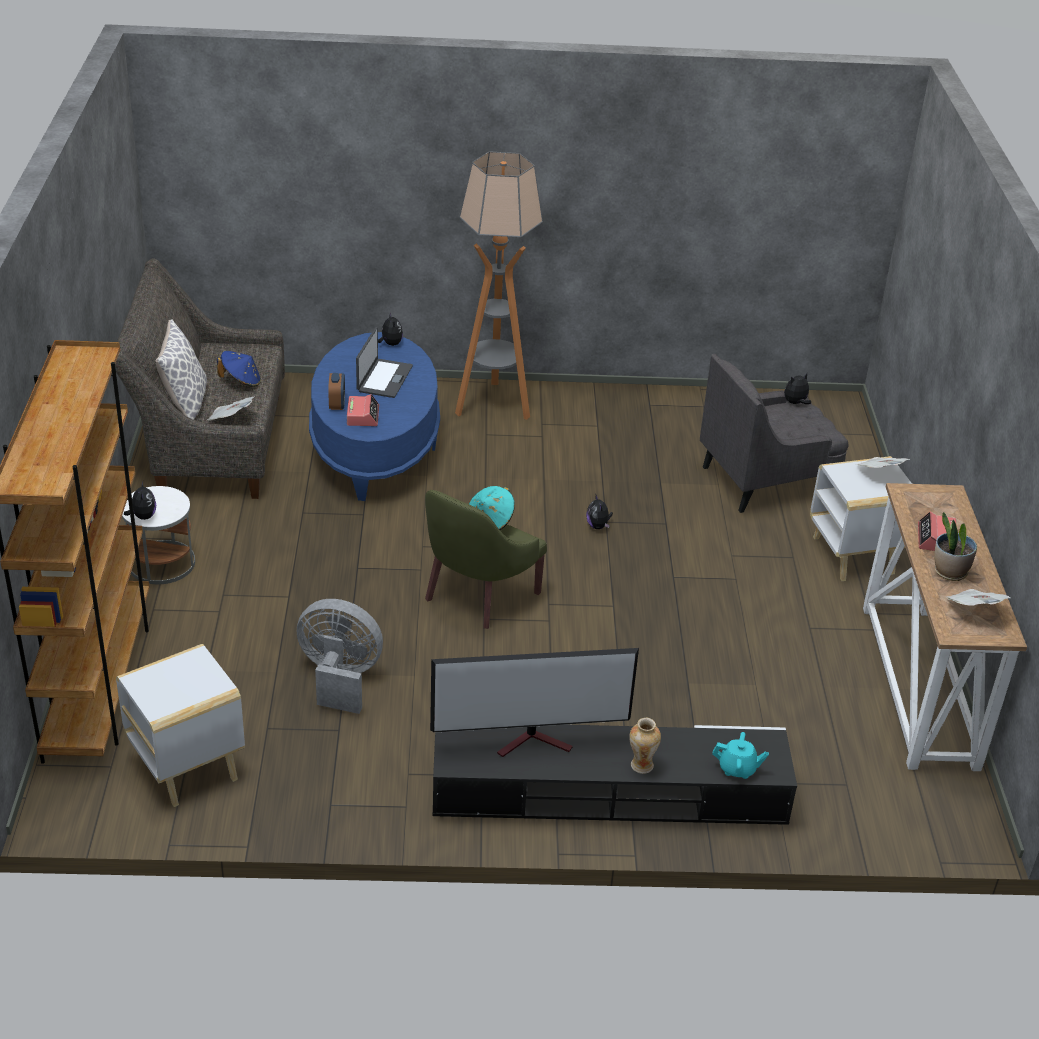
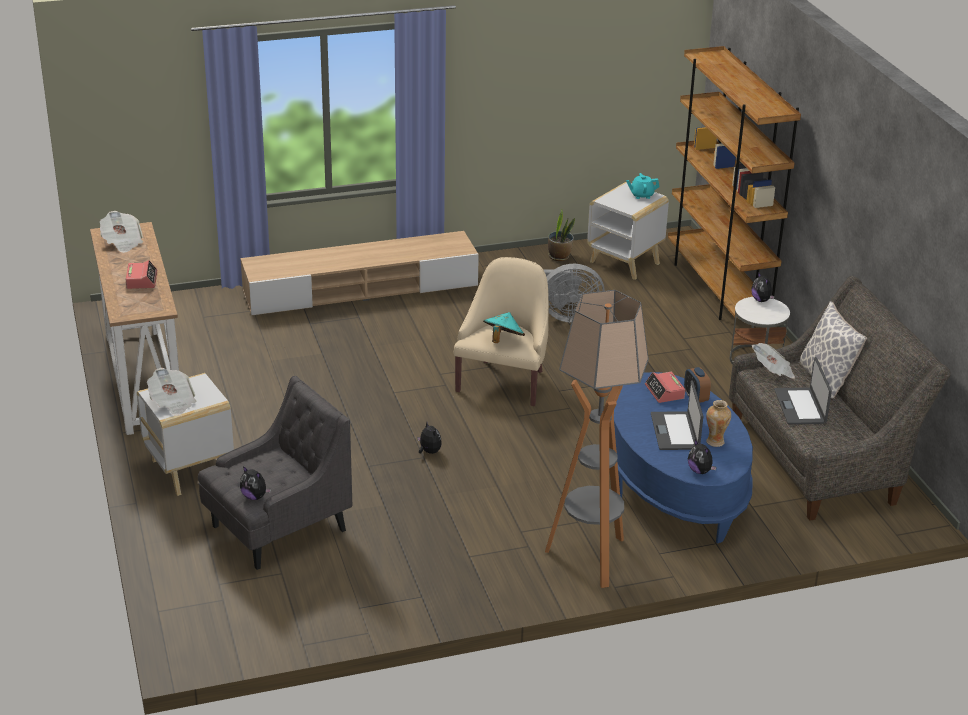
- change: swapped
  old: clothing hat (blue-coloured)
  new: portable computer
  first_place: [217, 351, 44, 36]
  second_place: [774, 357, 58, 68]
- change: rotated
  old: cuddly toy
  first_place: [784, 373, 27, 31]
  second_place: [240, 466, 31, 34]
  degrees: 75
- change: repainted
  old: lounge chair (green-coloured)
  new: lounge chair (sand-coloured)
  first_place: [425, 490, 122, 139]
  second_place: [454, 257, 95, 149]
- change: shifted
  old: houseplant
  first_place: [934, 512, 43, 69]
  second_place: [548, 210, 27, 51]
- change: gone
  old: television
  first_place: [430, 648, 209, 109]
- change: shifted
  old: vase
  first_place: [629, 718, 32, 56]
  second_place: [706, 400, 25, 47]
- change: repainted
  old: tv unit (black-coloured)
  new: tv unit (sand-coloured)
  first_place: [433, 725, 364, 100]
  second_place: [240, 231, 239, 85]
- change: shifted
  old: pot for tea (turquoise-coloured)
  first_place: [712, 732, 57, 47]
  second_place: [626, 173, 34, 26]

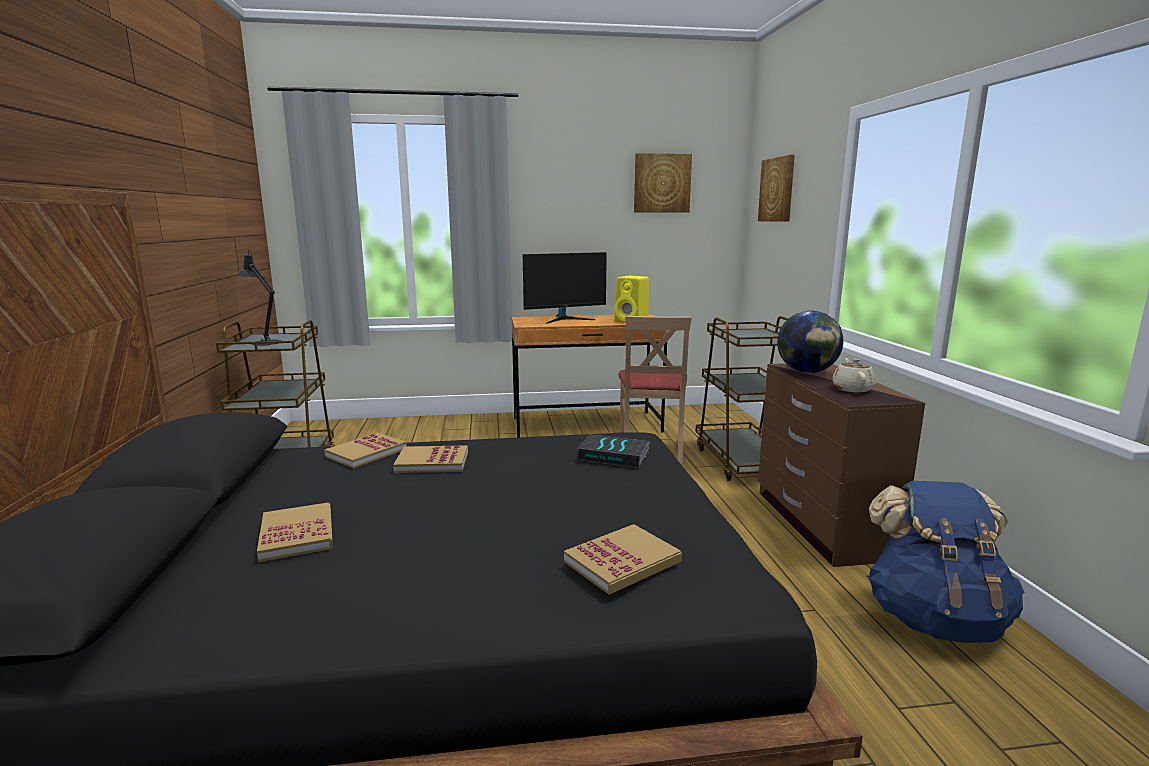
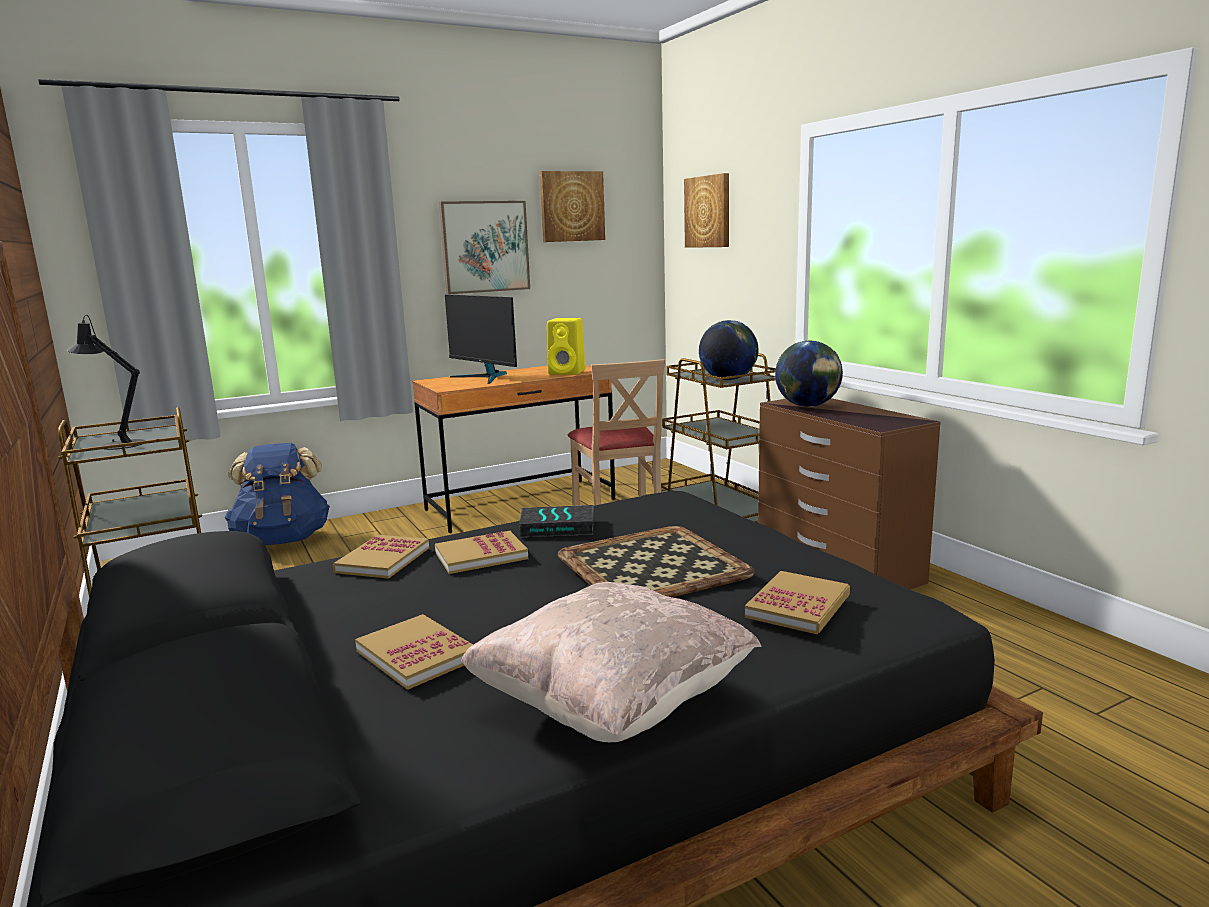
- change: rotated
  old: computer display
  first_place: [523, 252, 84, 72]
  second_place: [445, 294, 72, 90]
  degrees: 90
- change: gone
  old: pot for tea (sand-coloured)
  first_place: [832, 358, 44, 35]
- change: shifted
  old: bound book
  first_place: [578, 434, 73, 34]
  second_place: [519, 505, 75, 32]
- change: shifted
  old: knapsack (blue-coloured)
  first_place: [867, 481, 157, 162]
  second_place: [225, 443, 105, 102]
- change: new
  new: wall art
  second_place: [439, 201, 91, 93]
- change: new
  new: globe
  second_place: [699, 320, 59, 60]
- change: new
  new: serving tray
  second_place: [558, 526, 197, 71]
- change: new
  new: throw pillow (sand-coloured)
  second_place: [461, 582, 300, 160]

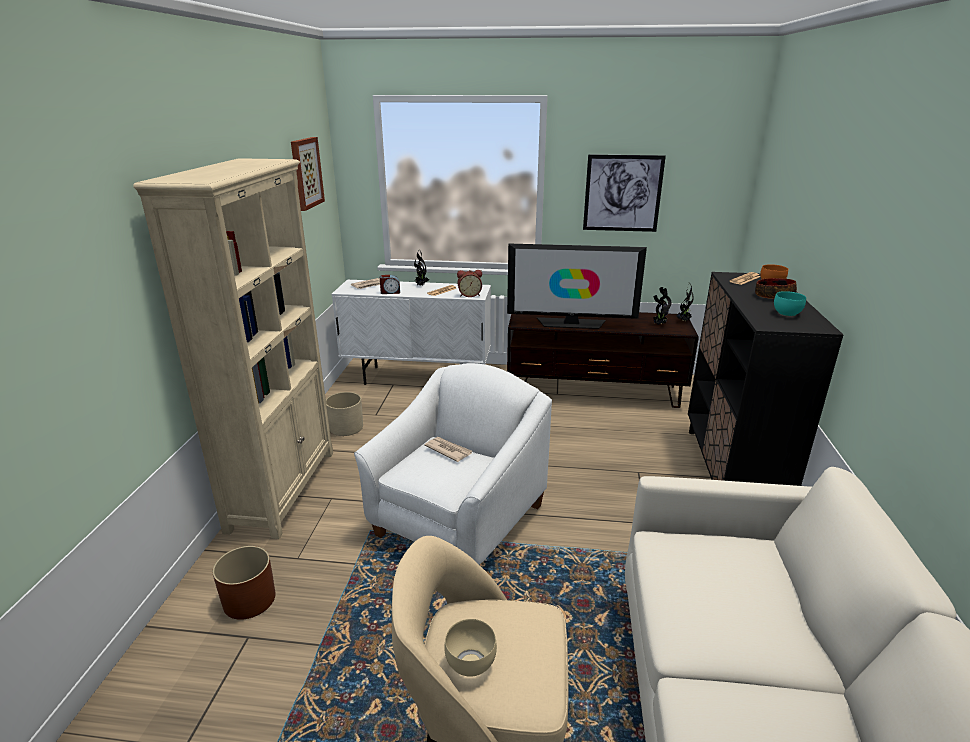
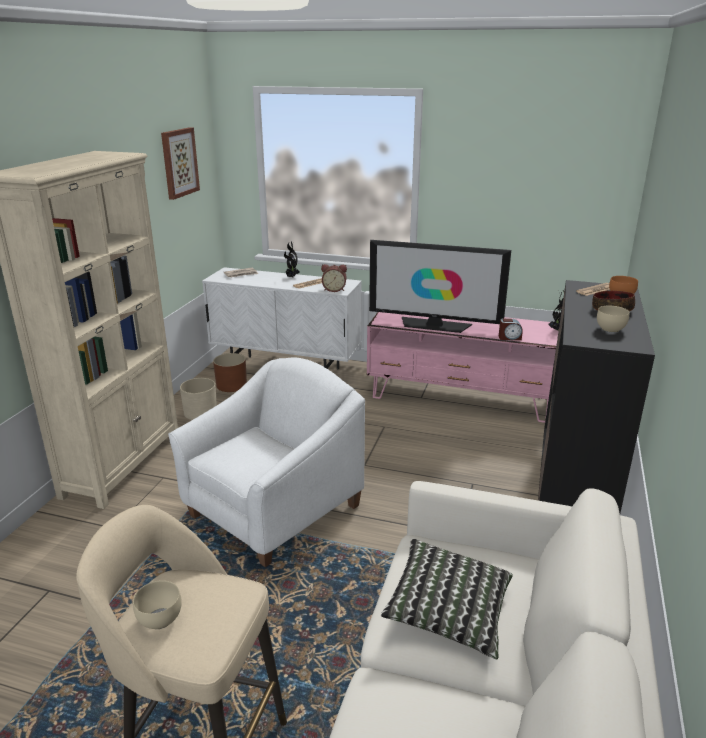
- change: gone
  old: wall art
  first_place: [583, 154, 83, 78]
- change: shifted
  old: table clock
  first_place: [380, 275, 20, 19]
  second_place: [499, 319, 24, 21]
- change: gone
  old: houseplant
  first_place: [653, 287, 19, 38]
- change: repainted
  old: deep dish (turquoise-coloured)
  new: deep dish (sand-coloured)
  first_place: [774, 291, 32, 26]
  second_place: [597, 306, 32, 26]
- change: repainted
  old: tv unit (brownish)
  new: tv unit (pink-coloured)
  first_place: [507, 312, 192, 96]
  second_place: [367, 312, 192, 111]
- change: gone
  old: daily paper
  first_place: [424, 437, 48, 25]
- change: shifted
  old: planter (brownish)
  first_place: [213, 546, 62, 74]
  second_place: [213, 353, 34, 39]
- change: new
  new: throw pillow
  second_place: [381, 539, 132, 120]

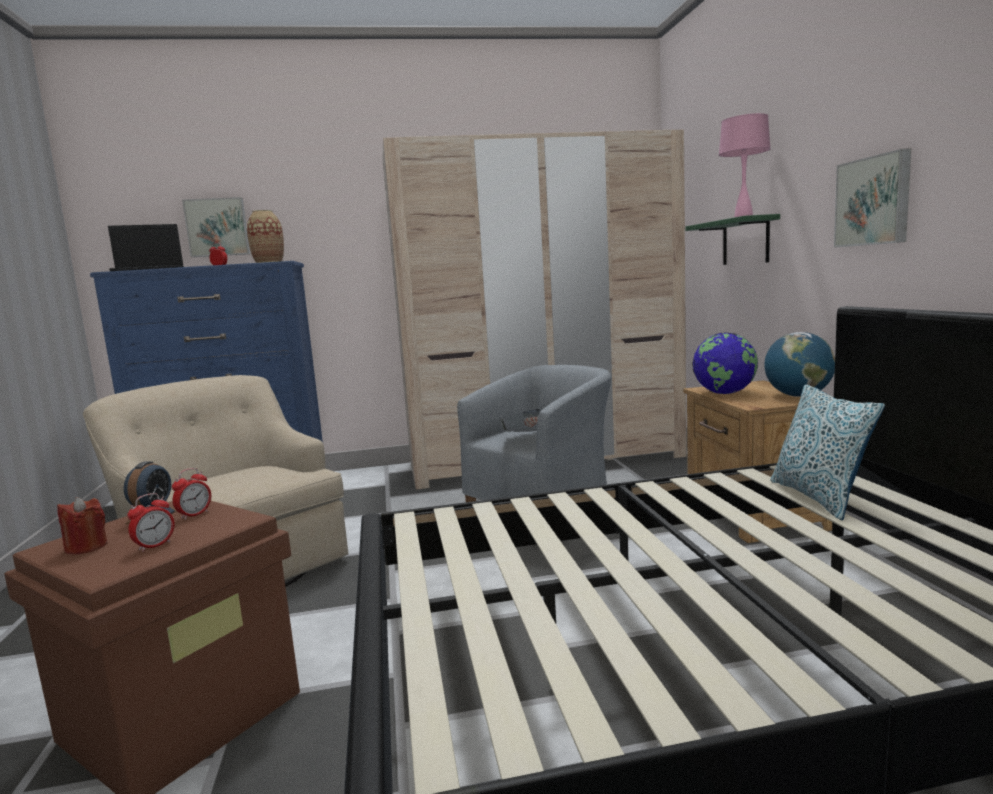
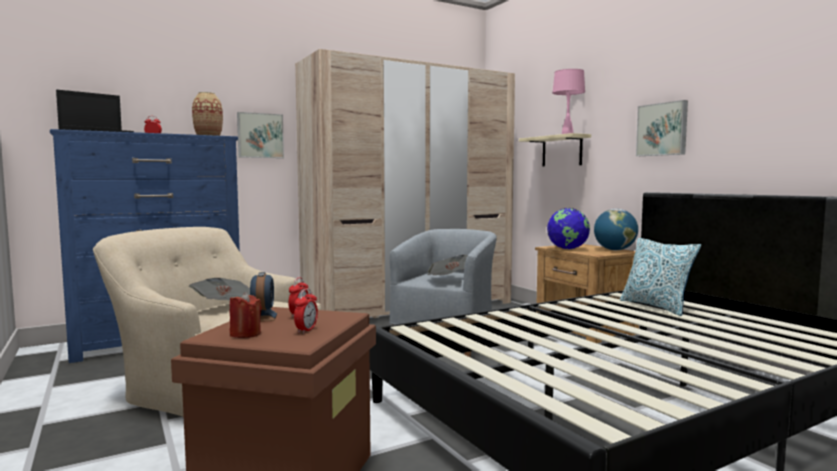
- change: shifted
  old: wall art
  first_place: [182, 197, 68, 60]
  second_place: [237, 112, 47, 46]
- change: repainted
  old: wall shelf (green-coloured)
  new: wall shelf (sand-coloured)
  first_place: [685, 214, 95, 51]
  second_place: [519, 133, 72, 33]
- change: new
  new: daily paper
  second_place: [189, 278, 61, 22]

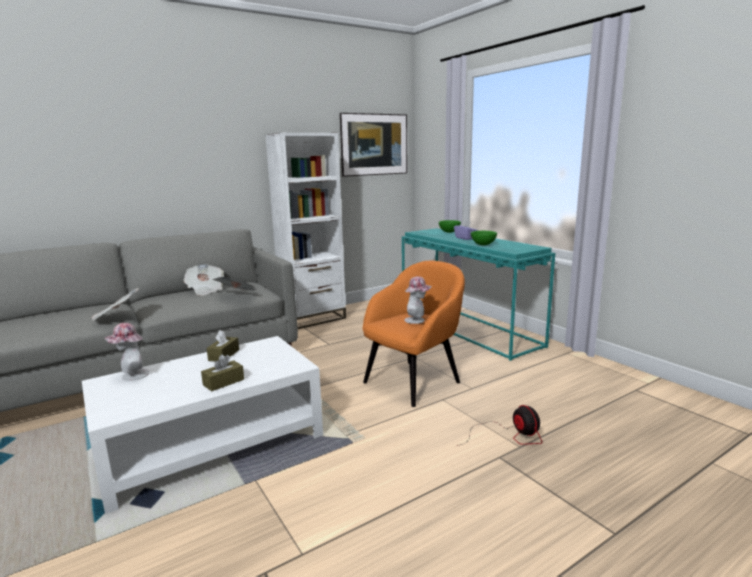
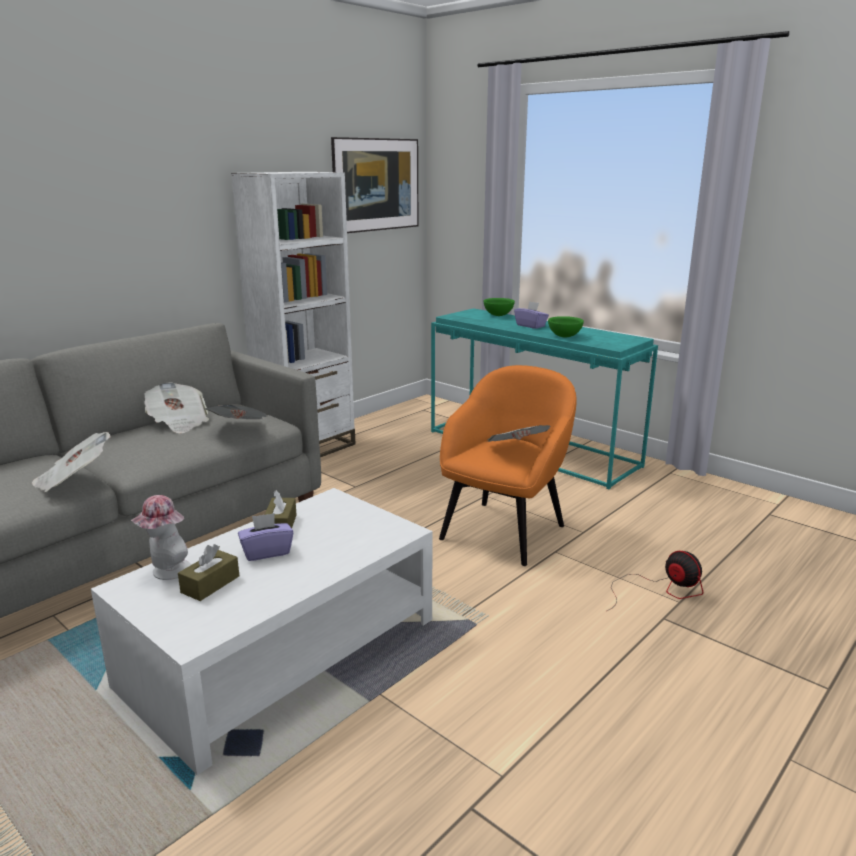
- change: swapped
  old: clothing hat
  new: daily paper
  first_place: [405, 276, 27, 48]
  second_place: [486, 425, 64, 17]
- change: shifted
  old: tissue box (brownish)
  first_place: [201, 355, 43, 36]
  second_place: [178, 544, 61, 57]
- change: new
  new: tissue box (purple)
  second_place: [238, 513, 55, 48]

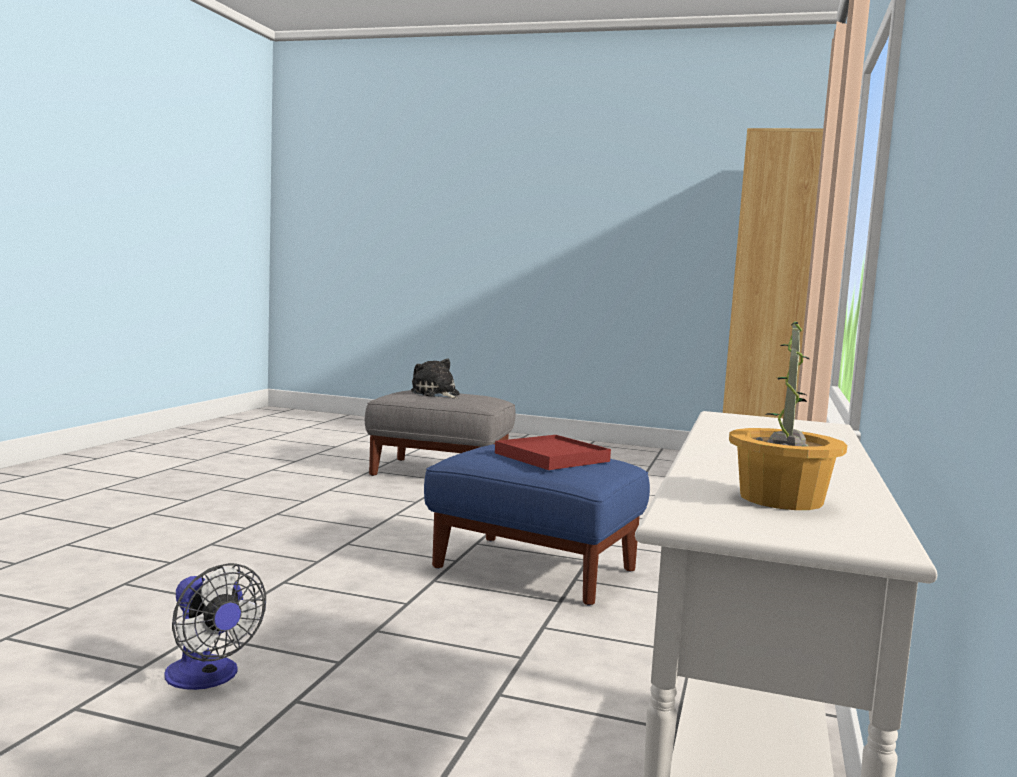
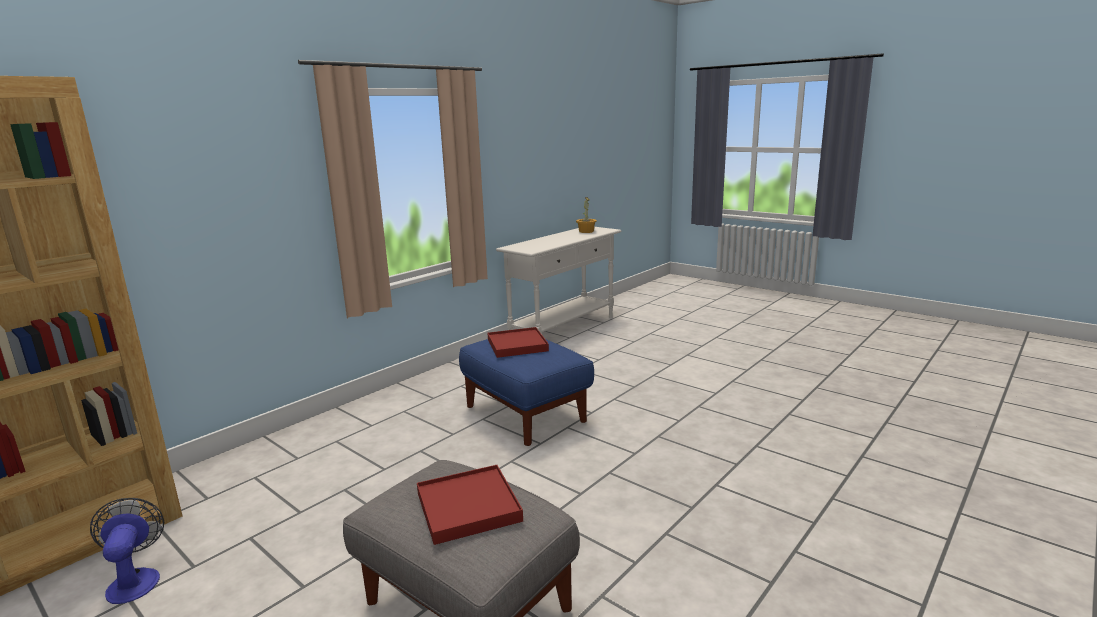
- change: swapped
  old: cuddly toy
  new: serving tray (red)
  first_place: [411, 358, 49, 41]
  second_place: [417, 465, 106, 80]
- change: shifted
  old: cooling fan
  first_place: [164, 563, 102, 127]
  second_place: [90, 498, 74, 106]

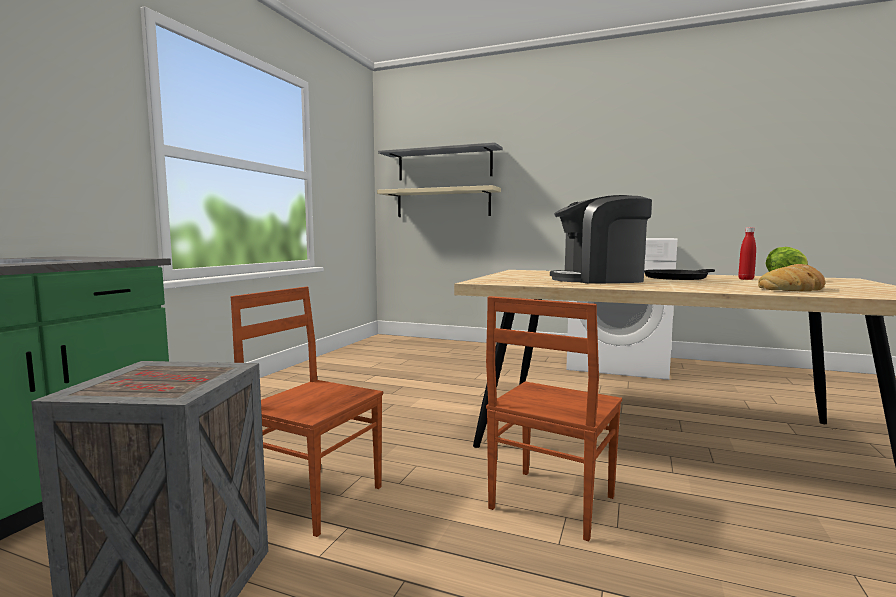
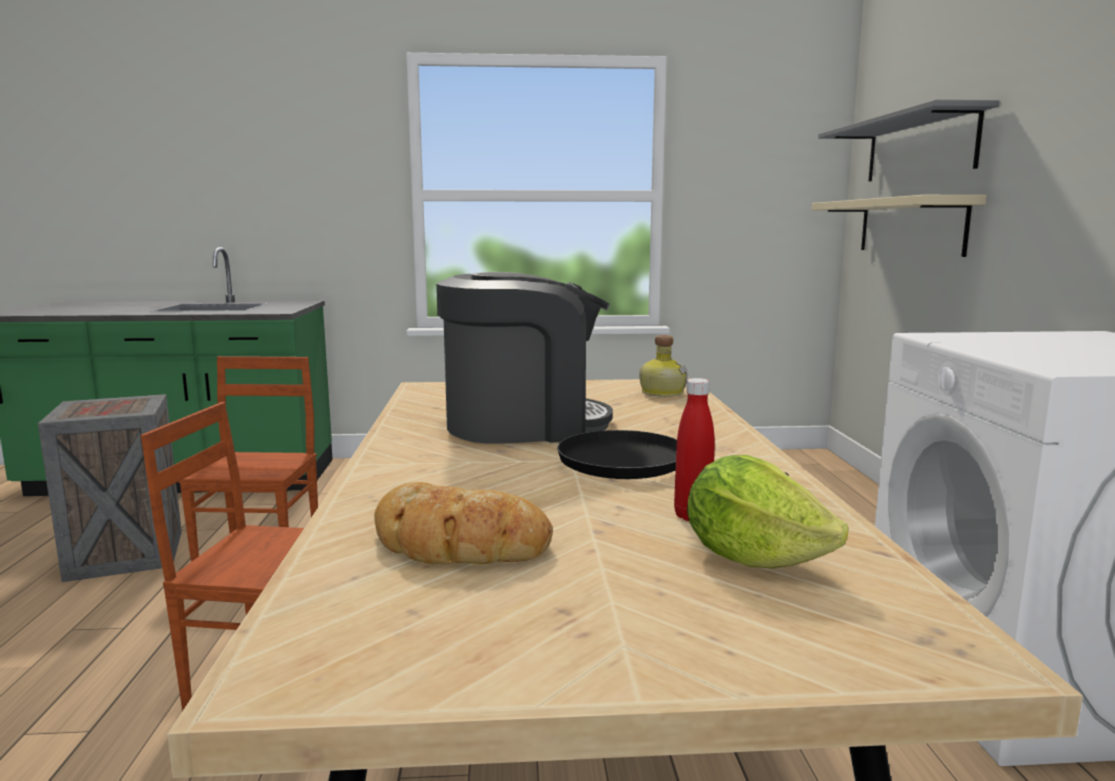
- change: rotated
  old: coffee brewer
  first_place: [550, 195, 102, 89]
  second_place: [436, 272, 177, 172]
  degrees: 105
- change: new
  new: beverage bottle
  second_place: [639, 335, 48, 62]

